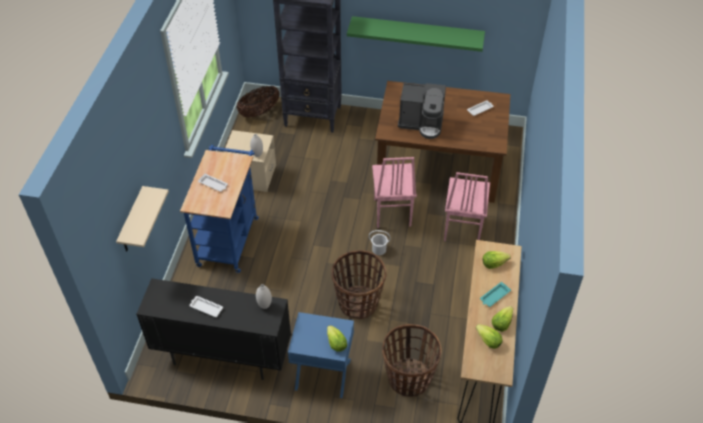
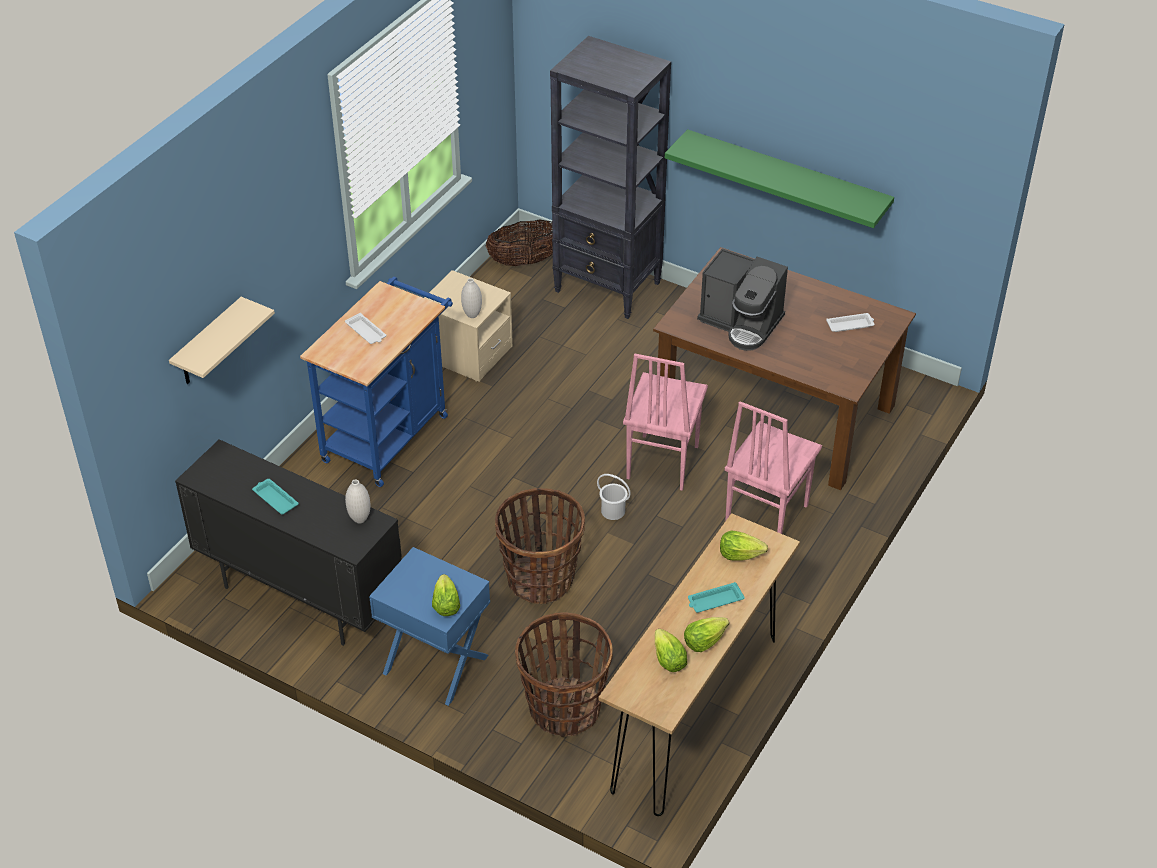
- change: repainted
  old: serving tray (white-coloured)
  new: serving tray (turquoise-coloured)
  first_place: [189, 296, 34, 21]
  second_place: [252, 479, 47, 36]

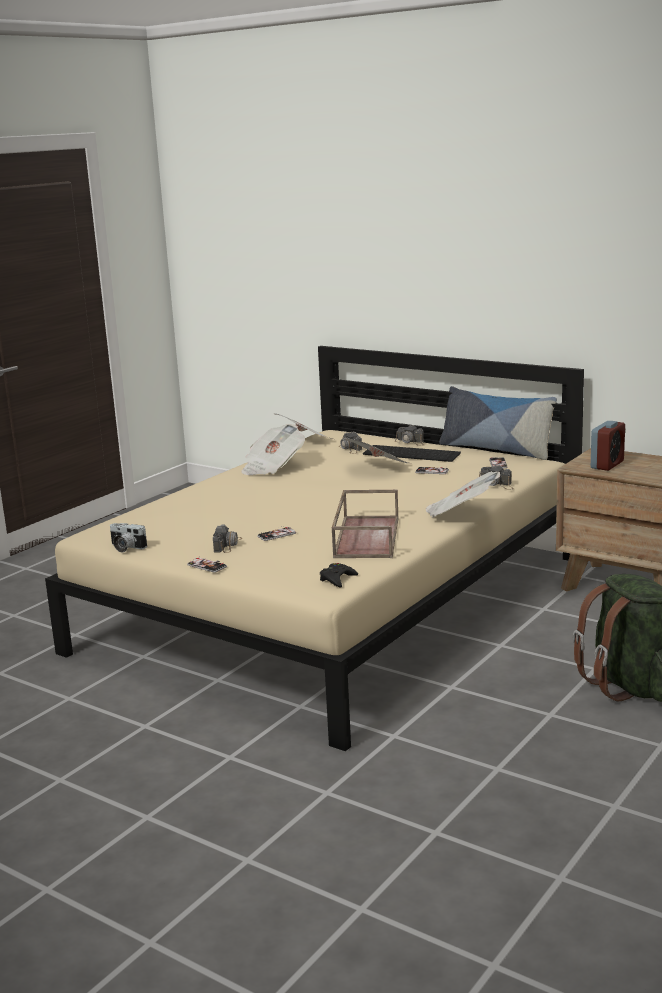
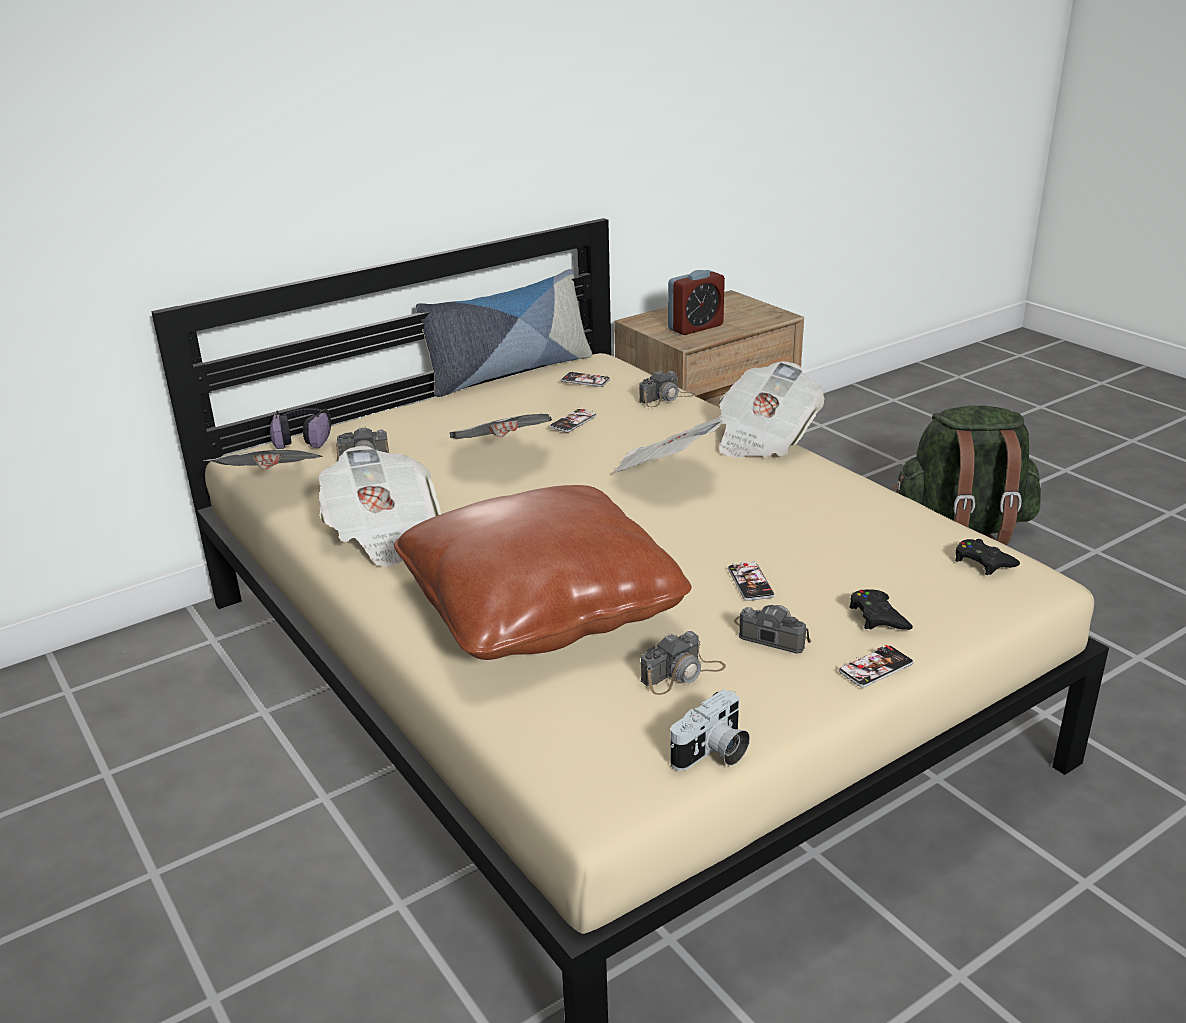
- change: rotated
  old: table clock
  first_place: [591, 421, 34, 50]
  second_place: [668, 270, 57, 65]
  degrees: 90
- change: shifted
  old: still camera
  first_place: [394, 425, 30, 21]
  second_place: [641, 631, 85, 64]
- change: gone
  old: computer keyboard
  first_place: [363, 445, 98, 17]
- change: gone
  old: serving tray (brownish)
  first_place: [332, 490, 67, 68]
- change: new
  new: pair of headphones
  second_place: [270, 408, 61, 41]
- change: new
  new: daily paper
  second_place: [610, 416, 113, 58]
- change: new
  new: throw pillow (brownish)
  second_place: [394, 485, 298, 175]
- change: new
  new: game controller (black-coloured)
  second_place: [849, 589, 64, 41]

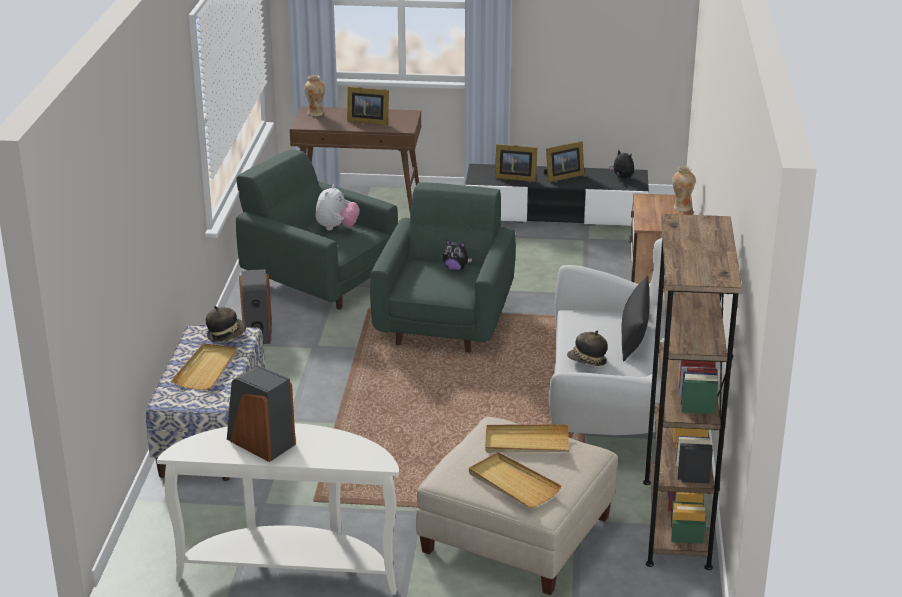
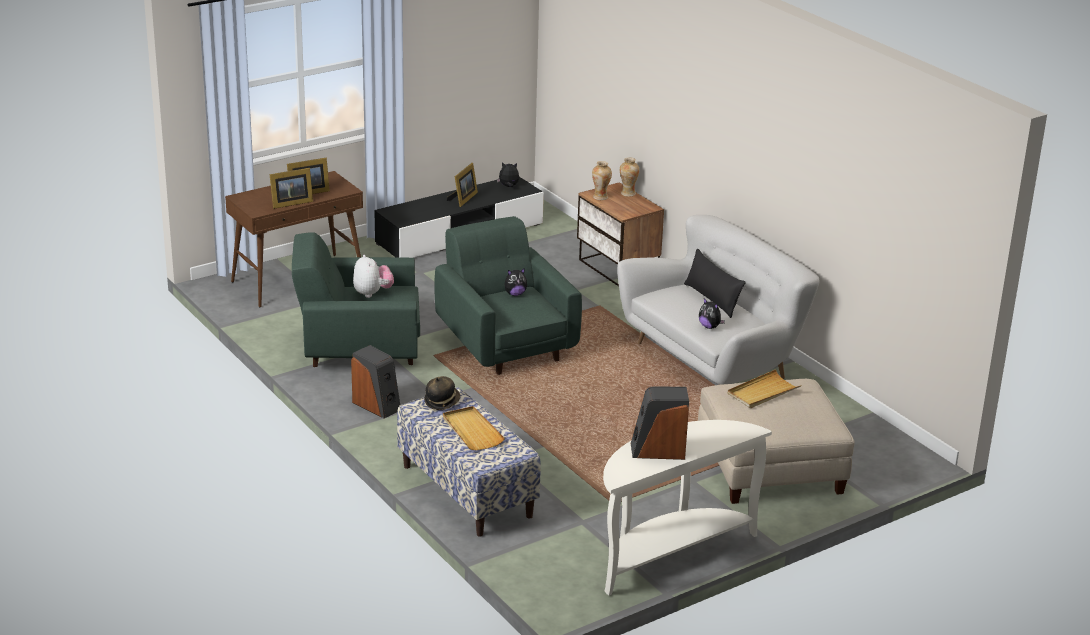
- change: shifted
  old: vase
  first_place: [304, 75, 21, 41]
  second_place: [592, 161, 20, 39]
- change: shifted
  old: standing frame
  first_place: [495, 144, 43, 38]
  second_place: [270, 168, 43, 41]
- change: gone
  old: bookcase (brownish)
  first_place: [643, 214, 99, 356]
- change: swapped
  old: clothing hat
  new: cuddly toy
  first_place: [567, 330, 41, 36]
  second_place: [699, 298, 26, 31]
- change: gone
  old: serving tray (sand-coloured)
  first_place: [469, 452, 93, 56]

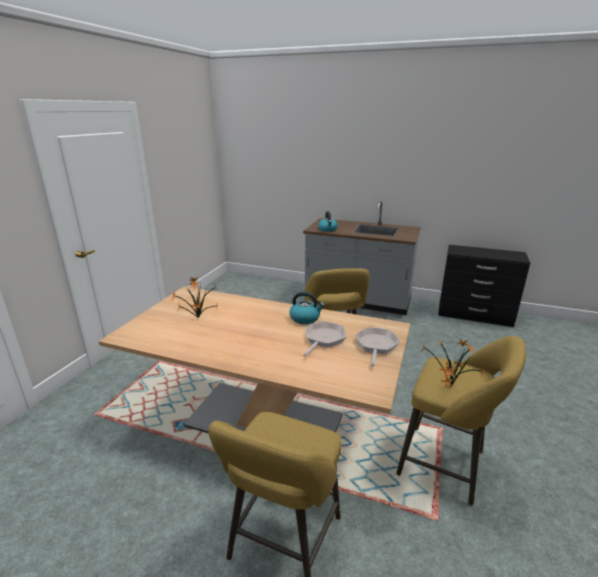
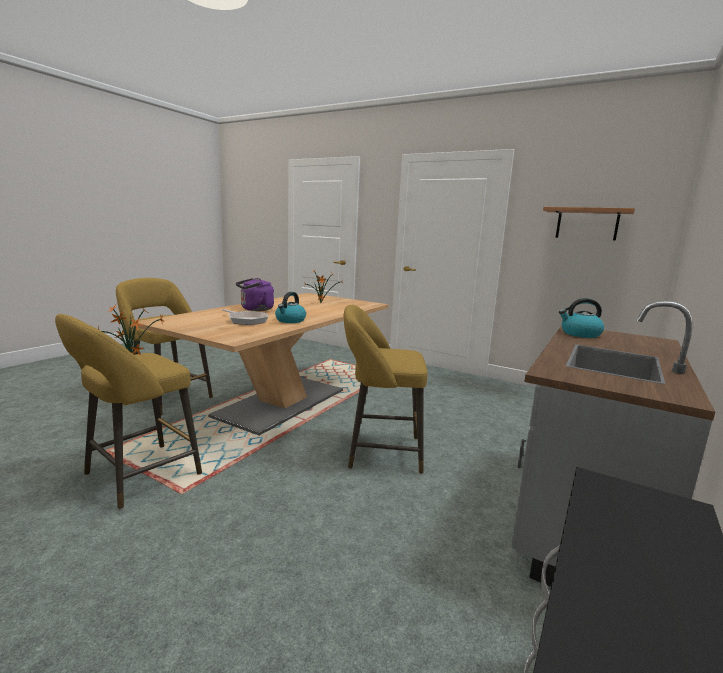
- change: gone
  old: pan
  first_place: [355, 327, 45, 40]
- change: new
  new: wall shelf
  second_place: [543, 207, 92, 34]
- change: new
  new: water kettle (purple)
  second_place: [236, 278, 38, 33]

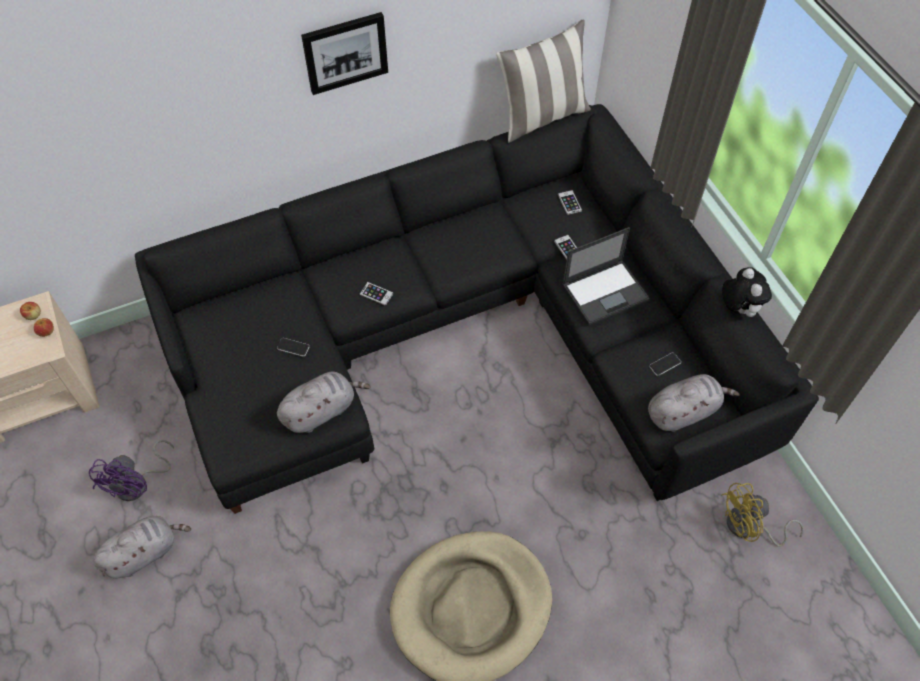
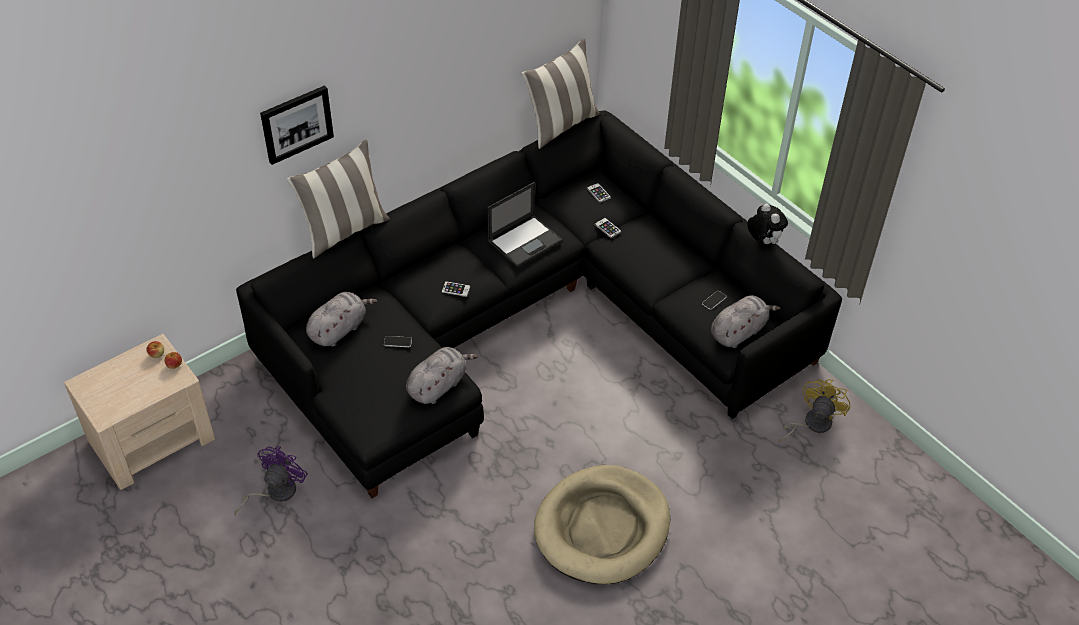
- change: shifted
  old: wall art
  first_place: [301, 12, 87, 83]
  second_place: [260, 85, 74, 80]
- change: shifted
  old: portable computer
  first_place: [563, 227, 86, 98]
  second_place: [488, 182, 74, 85]
- change: rotated
  old: cooling fan (purple)
  first_place: [89, 440, 85, 61]
  second_place: [234, 446, 74, 69]
  degrees: -150
- change: rotated
  old: cooling fan (yellow-coloured)
  first_place: [721, 483, 83, 64]
  second_place: [779, 379, 71, 63]
  degrees: 150
- change: shifted
  old: cuddly toy (grey)
  first_place: [93, 516, 98, 63]
  second_place: [306, 292, 72, 55]
- change: new
  new: throw pillow
  second_place: [287, 140, 103, 118]

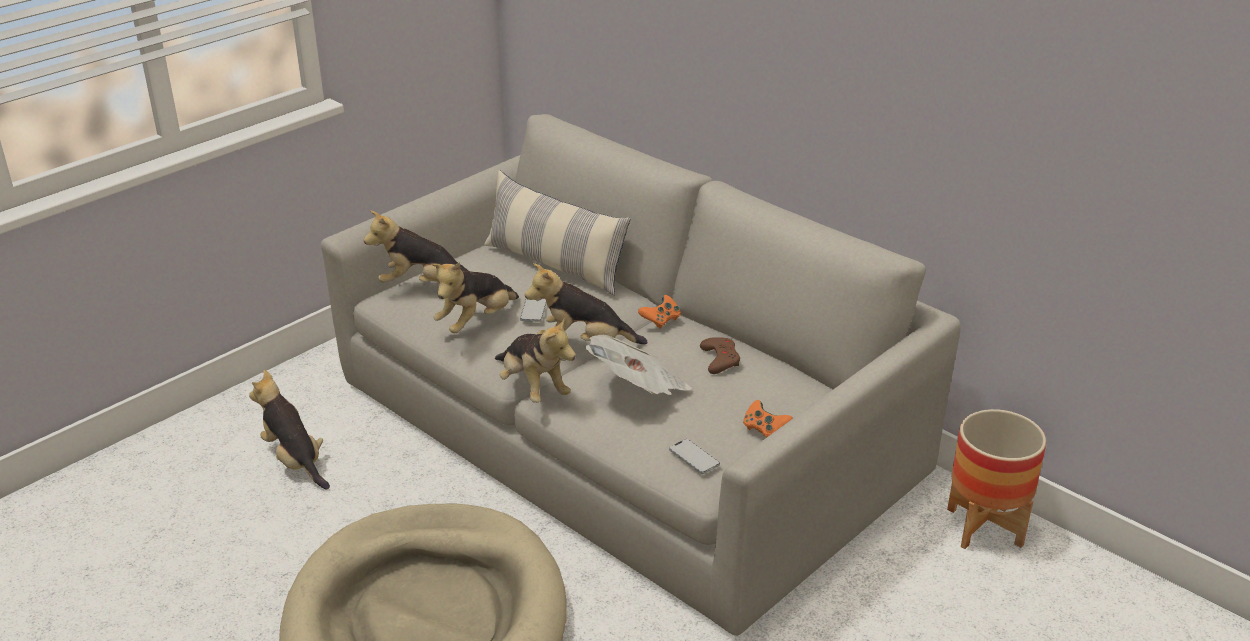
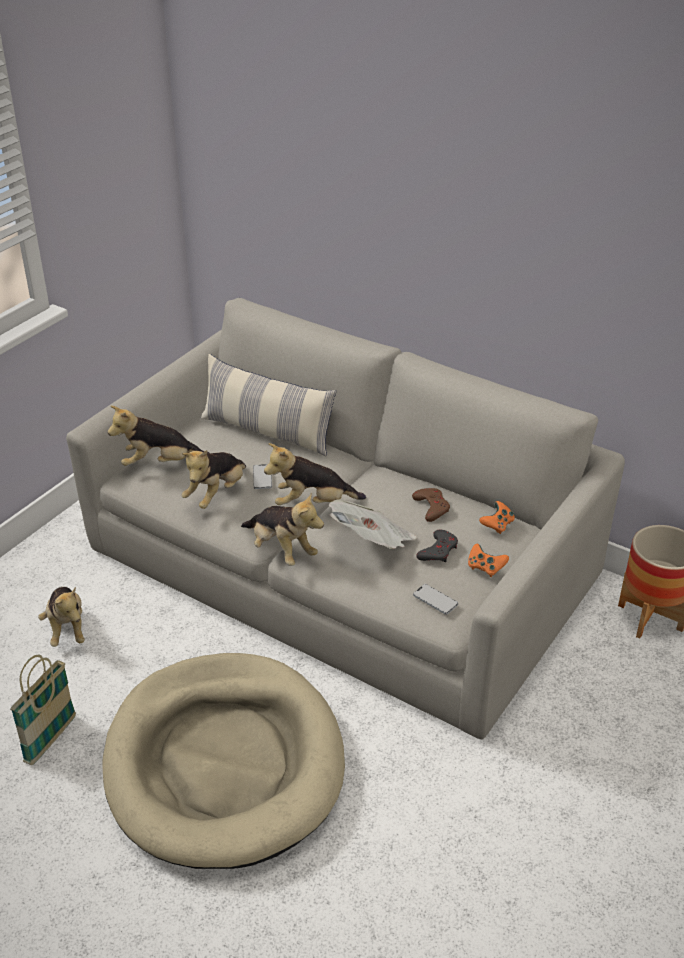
- change: shifted
  old: game controller (orange)
  first_place: [638, 295, 43, 34]
  second_place: [479, 501, 36, 33]
- change: rotated
  old: cuddly toy
  first_place: [249, 370, 81, 120]
  second_place: [38, 587, 47, 60]
  degrees: -150
- change: new
  new: game controller (grey)
  second_place: [416, 530, 42, 32]
- change: new
  new: storage basket
  second_place: [10, 655, 66, 110]

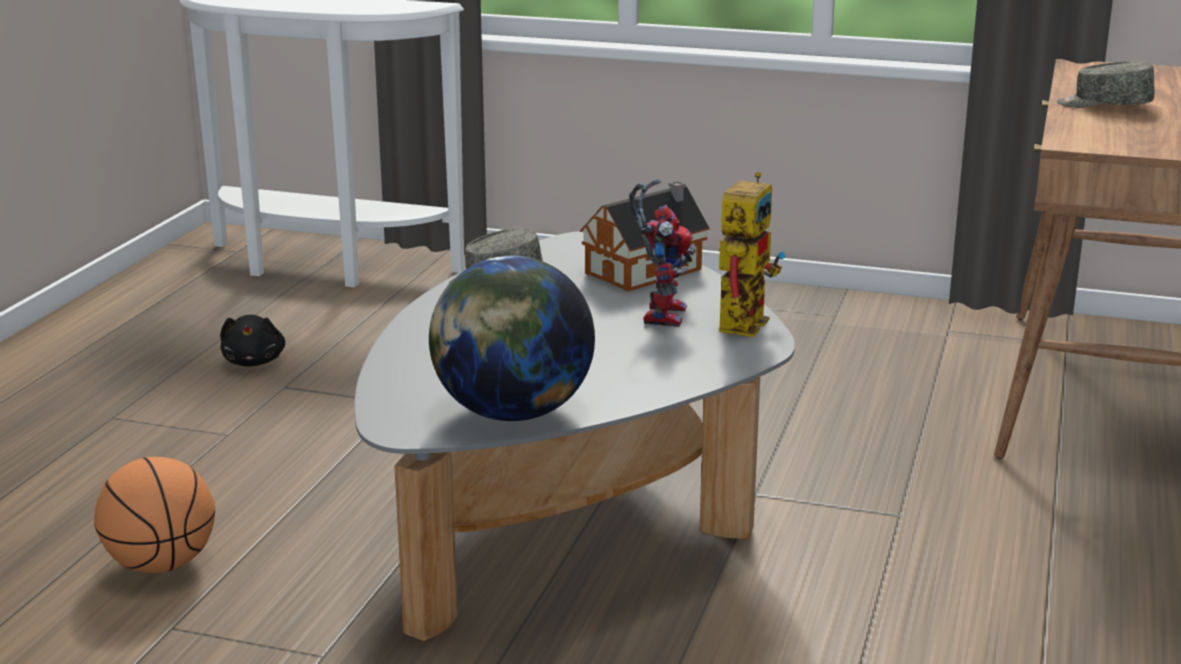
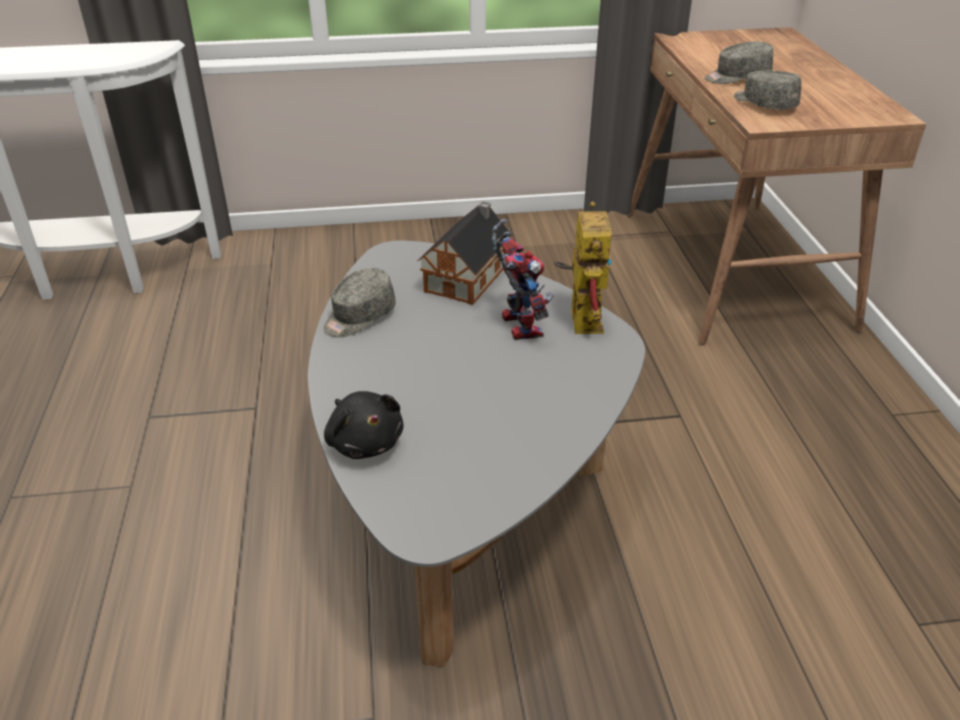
- change: gone
  old: globe
  first_place: [429, 256, 166, 165]
- change: shifted
  old: cuddly toy (black-coloured)
  first_place: [220, 315, 65, 52]
  second_place: [324, 391, 80, 68]
- change: gone
  old: ball for basketball
  first_place: [94, 457, 121, 116]
- change: new
  new: baseball cap (grey)
  second_place: [734, 71, 67, 39]

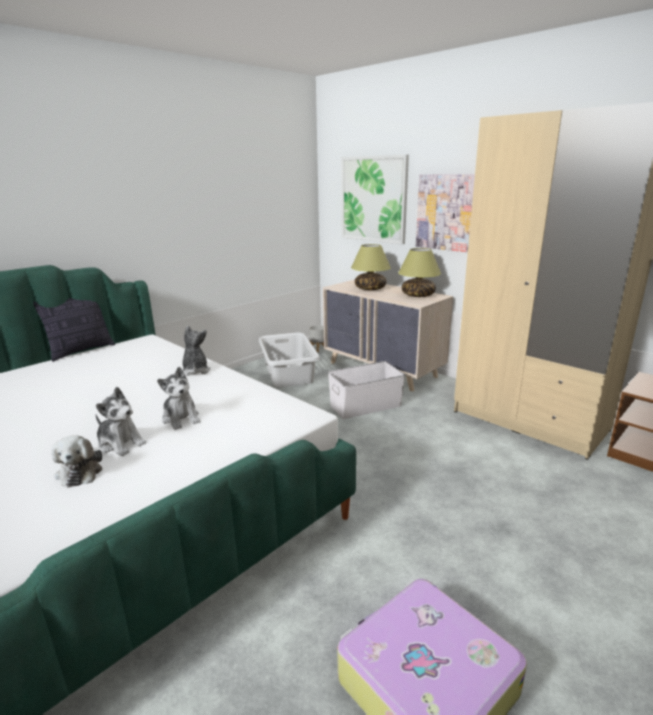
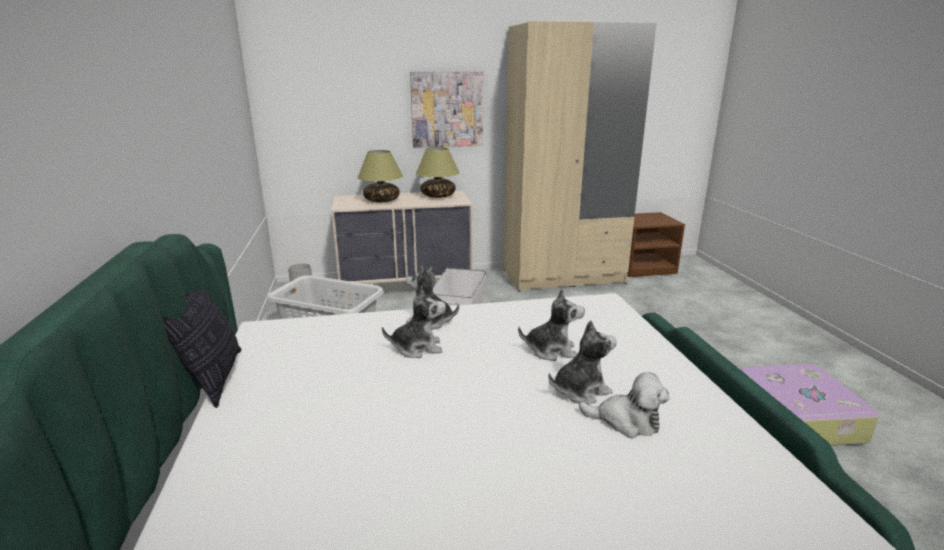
- change: gone
  old: wall art
  first_place: [341, 154, 68, 90]
- change: new
  new: cuddly toy
  second_place: [382, 286, 64, 72]

